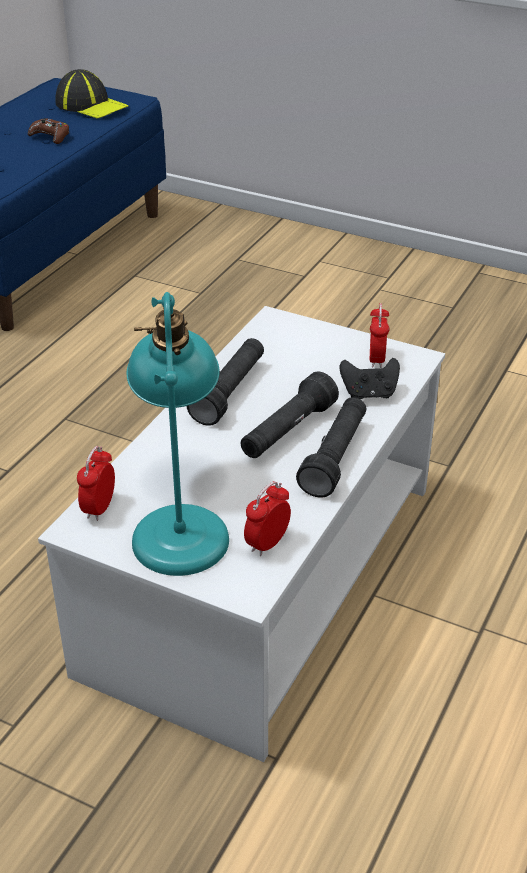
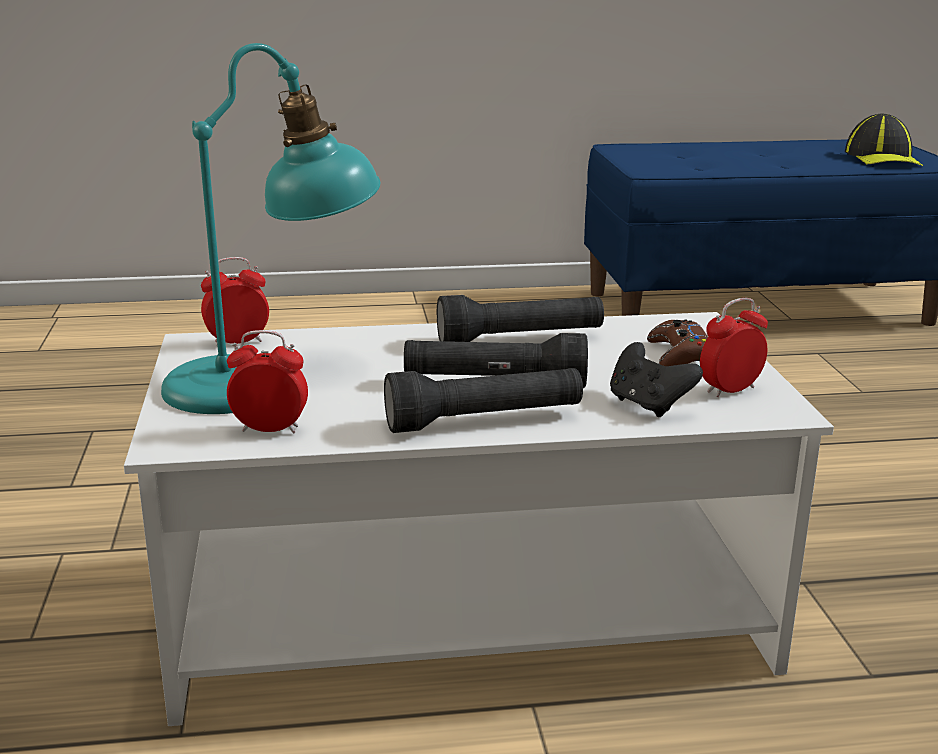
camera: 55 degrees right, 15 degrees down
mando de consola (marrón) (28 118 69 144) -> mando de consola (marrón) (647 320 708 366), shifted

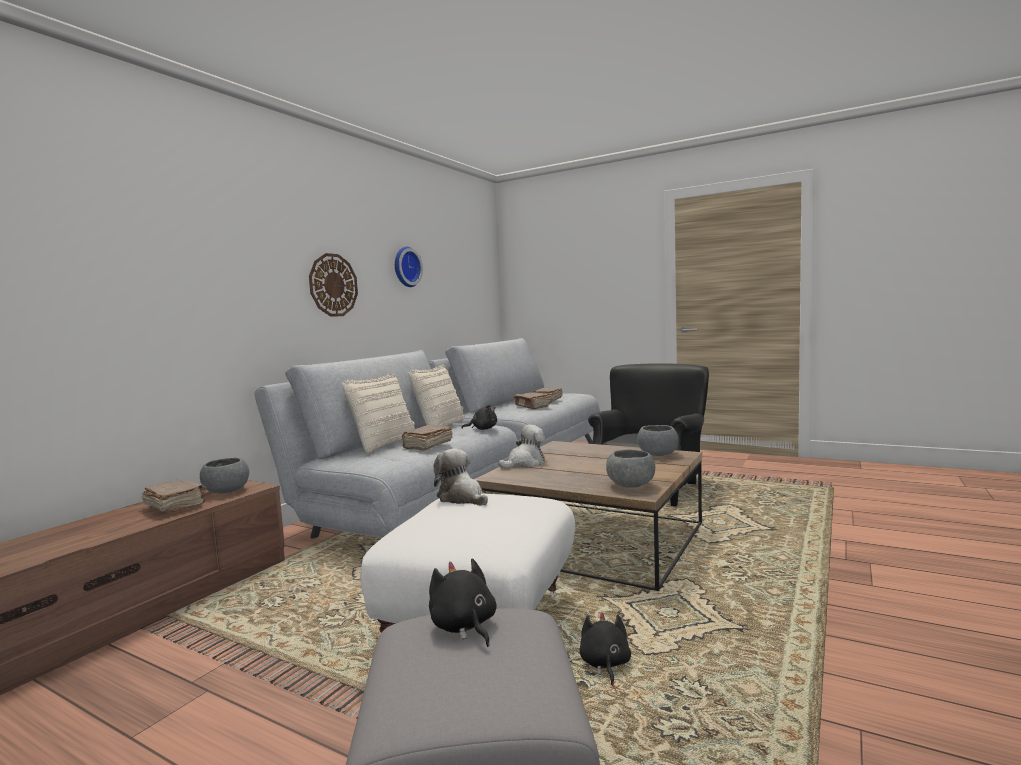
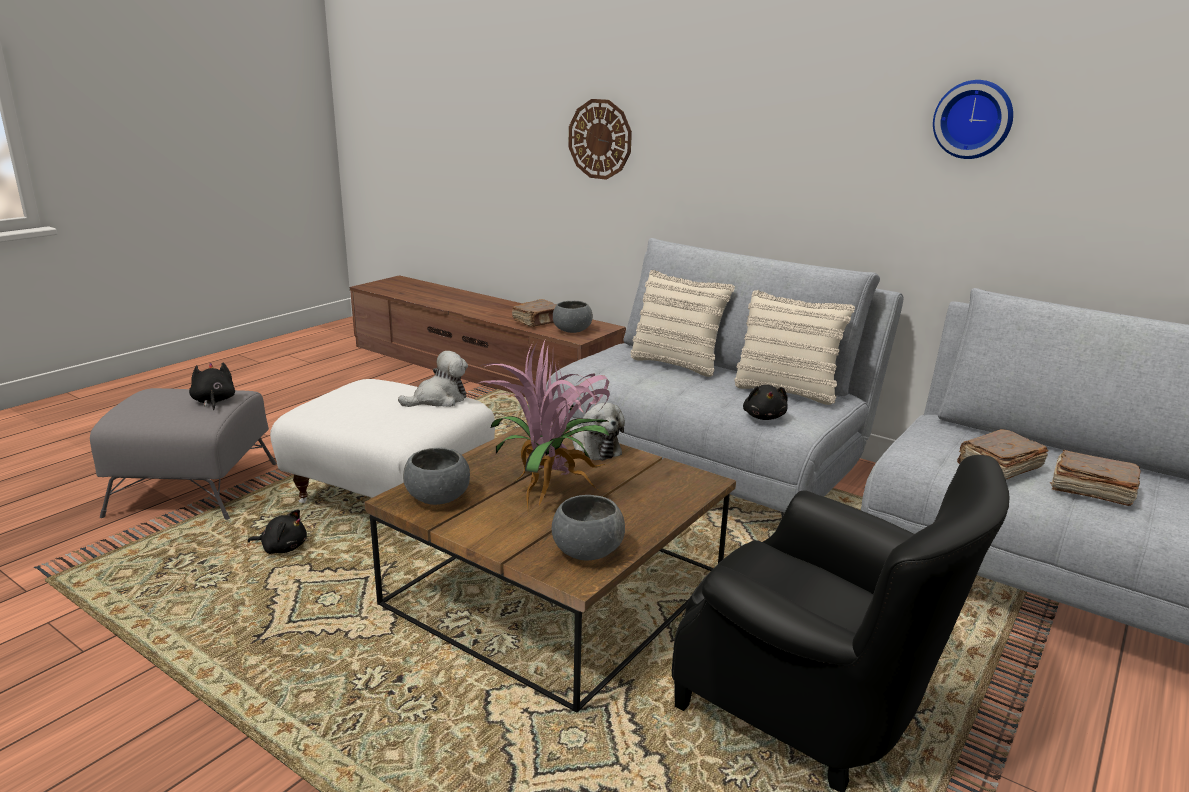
camera: 95 degrees right, 15 degrees up
peluche (negro) (429 558 496 647) -> peluche (negro) (189 363 235 410), 90 degrees counterclockwise
none -> planta en maceta (479 338 610 509)
reloj de pared (309 253 358 317) -> reloj de pared (569 99 632 180), shifted
libro (marrón) (402 425 452 451) -> none

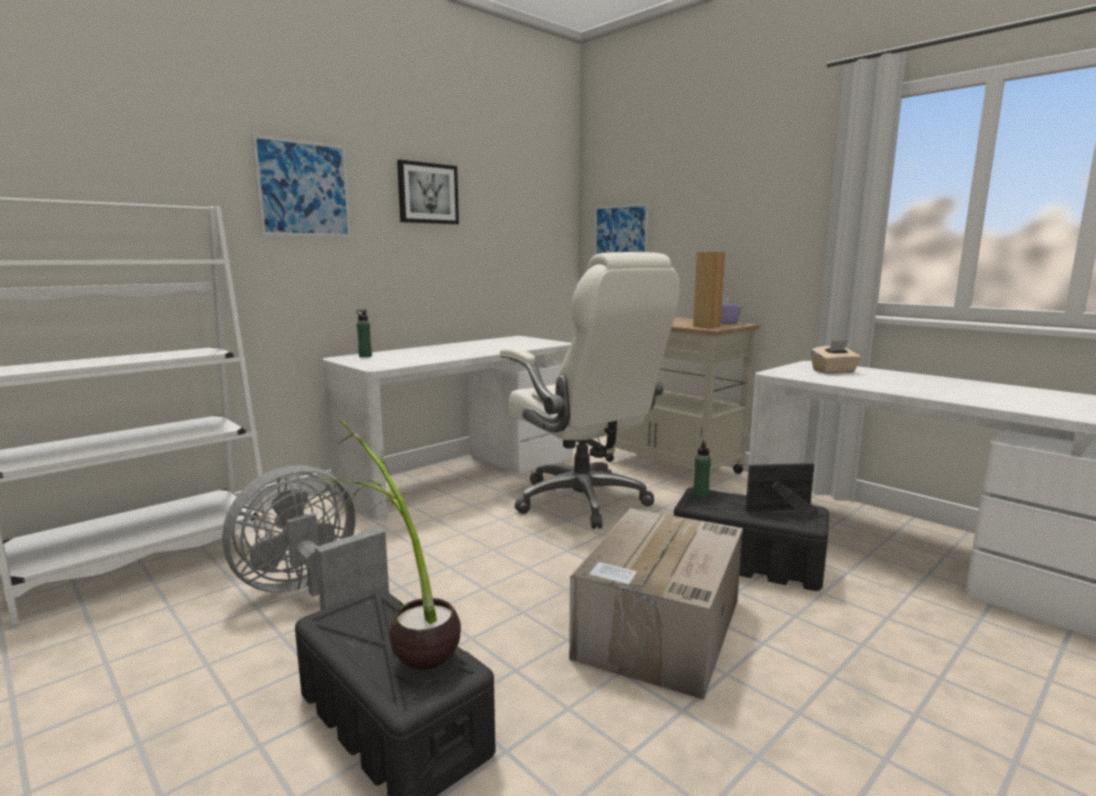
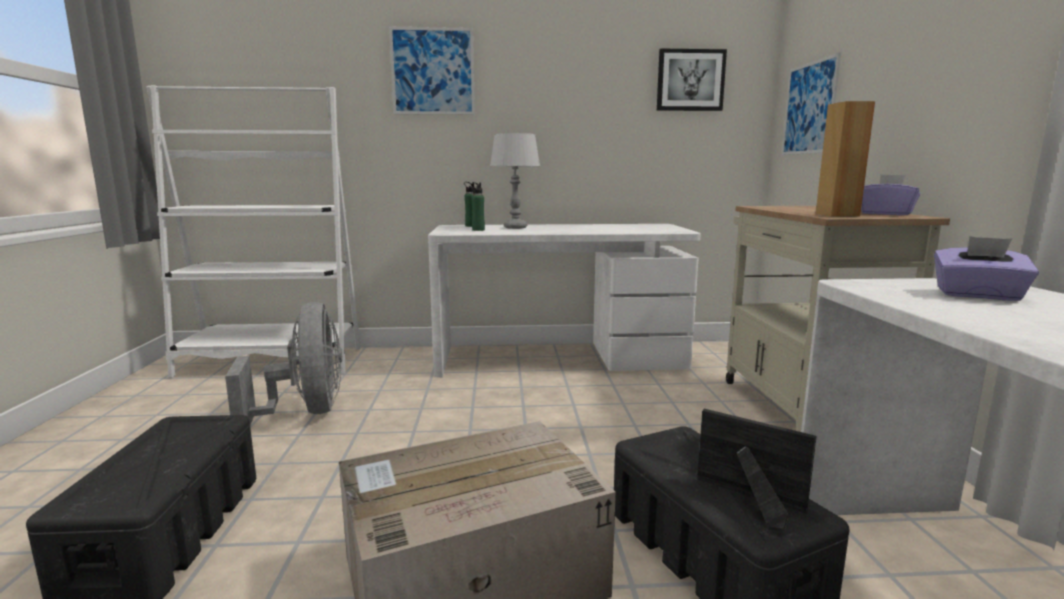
camera: 40 degrees right, 0 degrees up
ventilador (gris) (222 465 389 610) -> ventilador (gris) (225 302 342 425), 75 degrees clockwise
botella (verde) (693 440 711 499) -> botella (verde) (471 182 485 231), shifted
none -> lámpara de mesa (gris) (490 133 540 229)
cuadro (397 160 459 224) -> cuadro (657 49 727 111), shifted
caja de pañuelos (beis) (810 341 861 374) -> caja de pañuelos (morado) (934 236 1039 301)
planta en maceta (322 418 461 685) -> none
silla de oficina (blanco) (500 252 679 529) -> none

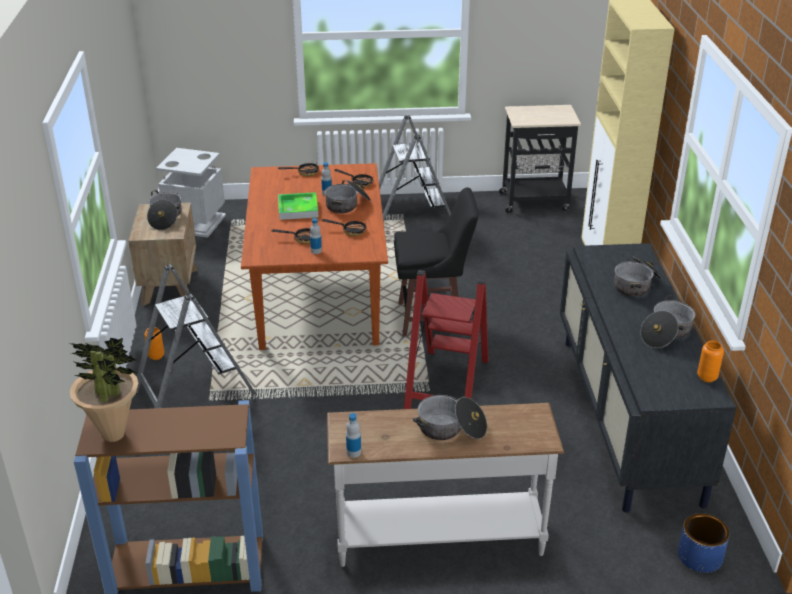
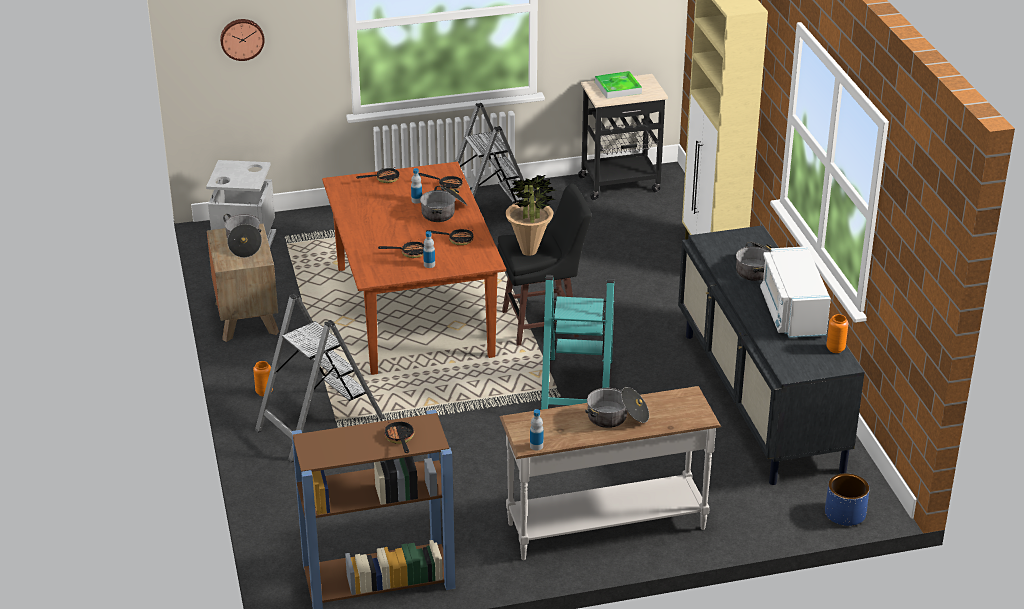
camera: 10 degrees left, 0 degrees up
none -> reloj de pared (220 19 265 61)
none -> sartén (385 421 414 453)
planta en maceta (70 338 139 442) -> planta en maceta (505 175 555 256), shifted
escalera de tijera (rojo) (404 270 489 409) -> escalera de tijera (turquesa) (541 275 615 410)
bandeja (278 192 318 220) -> bandeja (595 71 642 99), shifted
olla (640 296 696 348) -> microondas (blanco) (760 246 831 338)

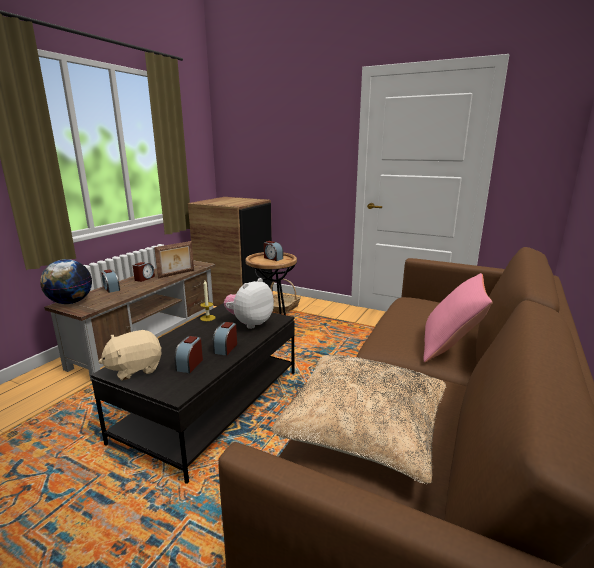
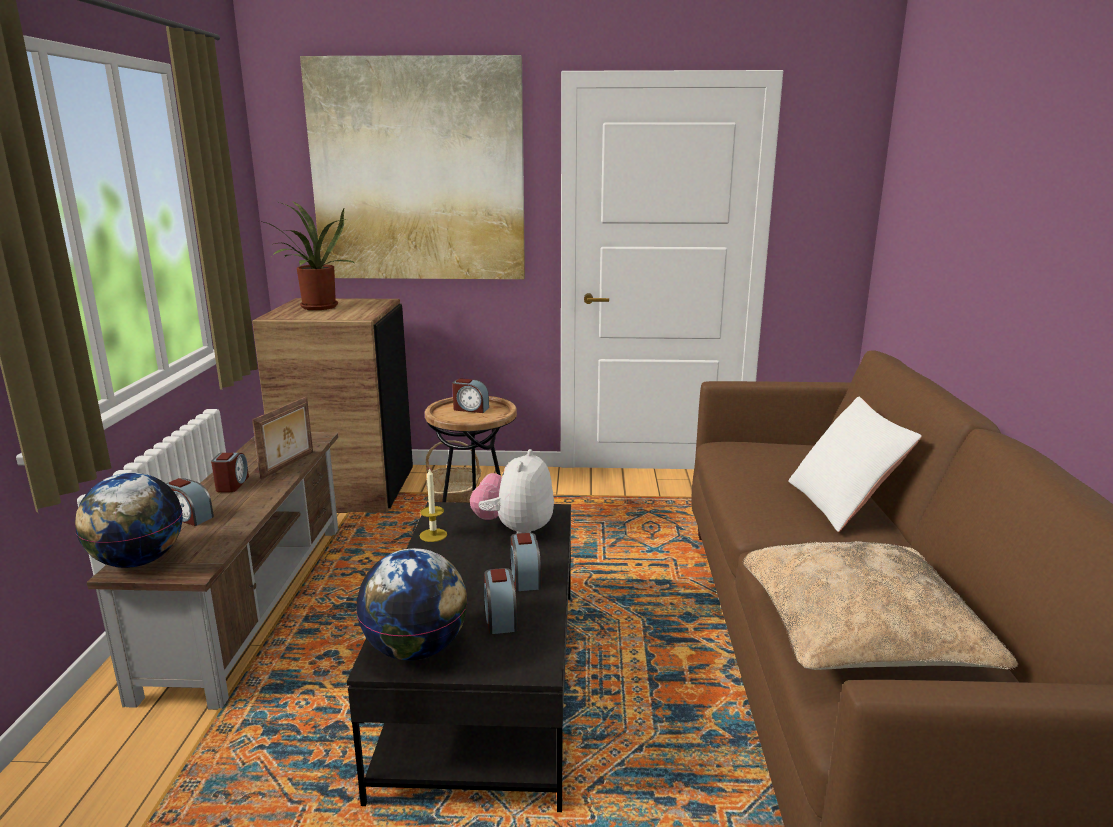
camera: 25 degrees left, 0 degrees up
none -> planta en maceta (259 200 356 310)
none -> cuadro (300 55 525 279)
peluche (beis) (99 330 162 381) -> globo terráqueo (356 548 468 661)
cojín (rosa) (423 273 493 362) -> cojín (blanco) (789 396 922 532)

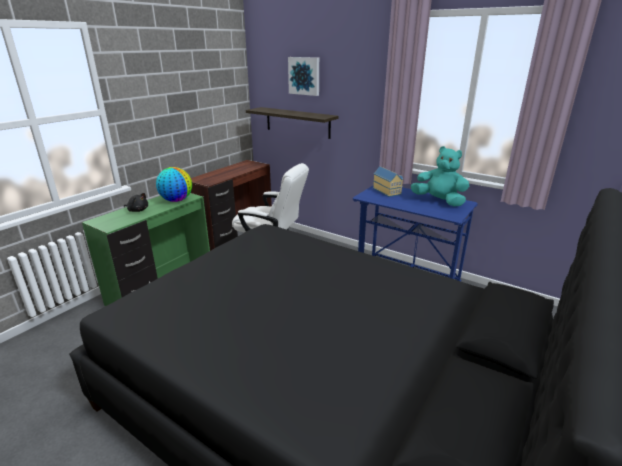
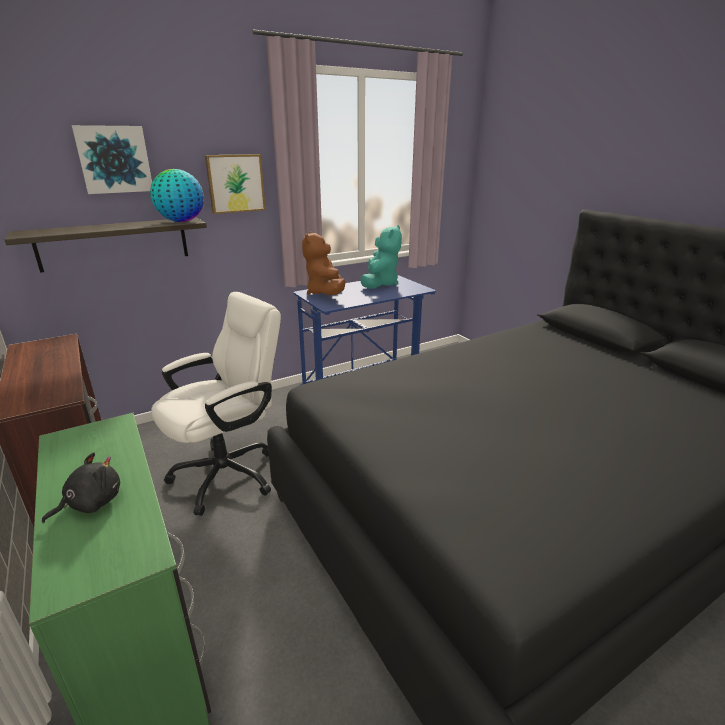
camera: 65 degrees left, 0 degrees up
globo terráqueo (156 167 192 202) -> globo terráqueo (150 169 204 222), shifted
none -> cuadro (205 154 266 214)
casita (373 166 403 197) -> peluche (marrón) (302 231 345 295)
peluche (turquesa) (411 146 469 206) -> peluche (turquesa) (360 225 402 289), 135 degrees clockwise

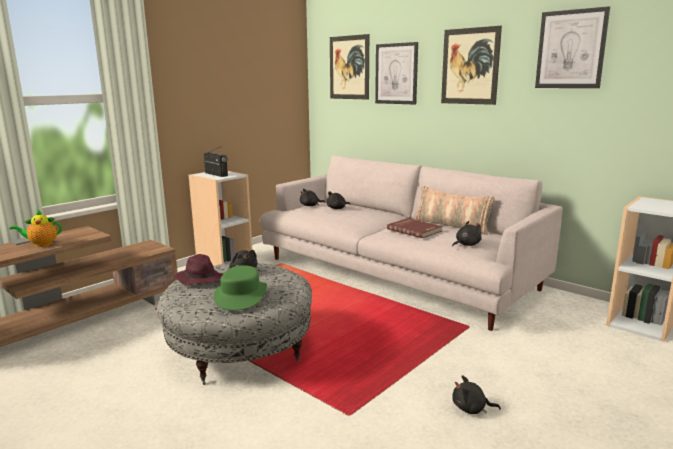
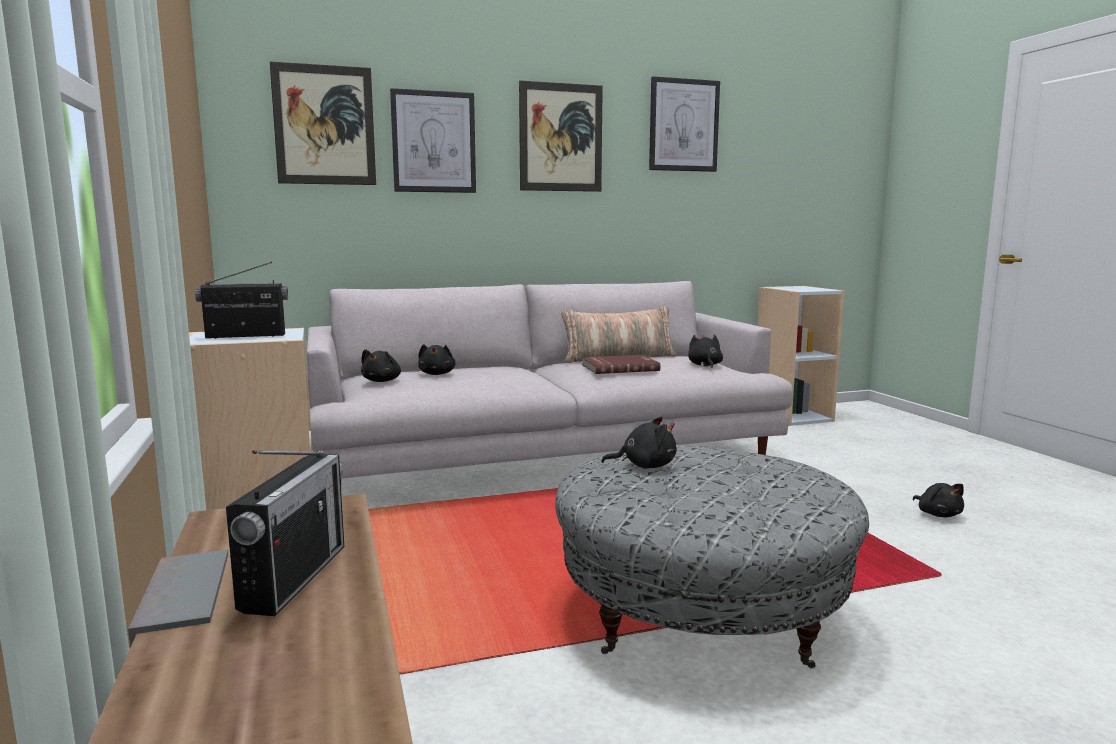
camera: 60 degrees left, 5 degrees down
tetera (10 209 62 247) -> radio (226 450 344 616)
peluche (negro) (452 375 501 414) -> peluche (negro) (913 483 964 517), 60 degrees counterclockwise
sombrero (morado) (175 254 223 285) -> none
sombrero (verde) (214 265 267 311) -> none

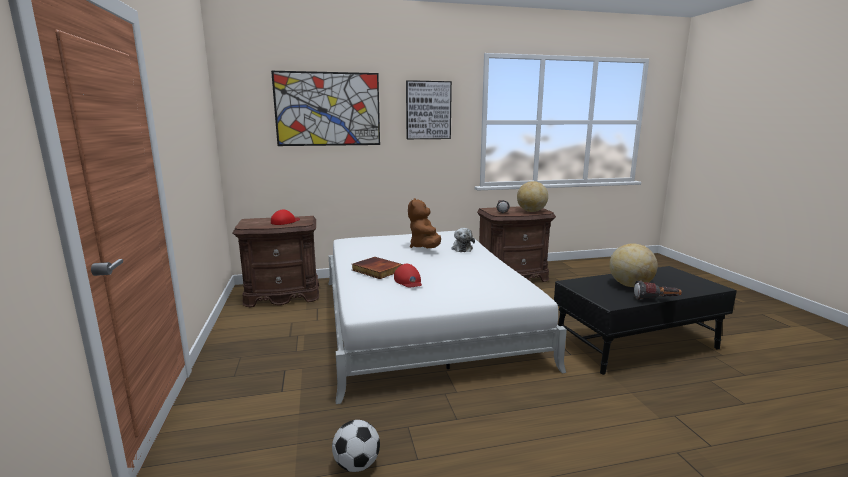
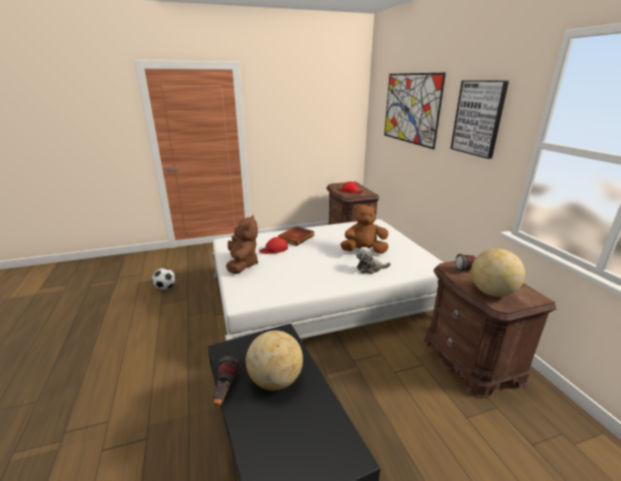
camera: 85 degrees right, 10 degrees up
none -> peluche (marrón) (226 215 258 274)

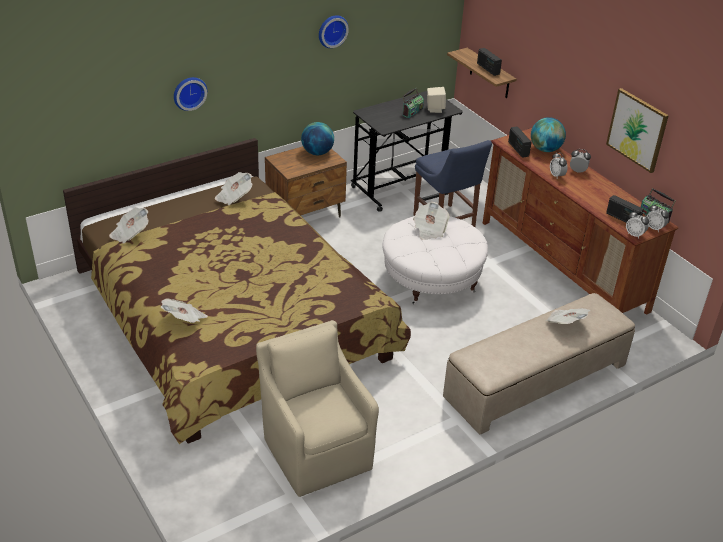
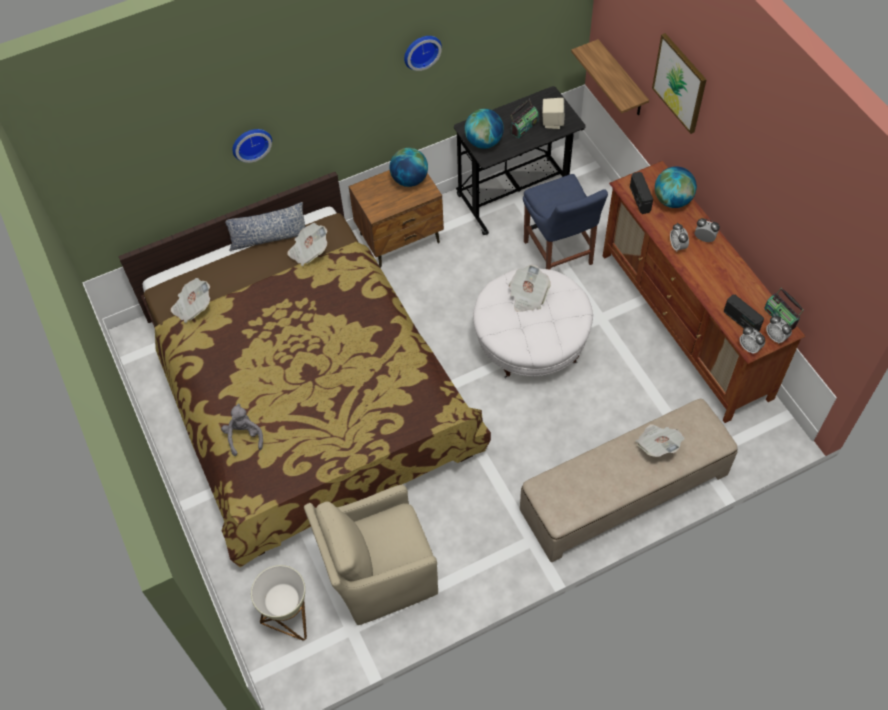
camera: 10 degrees right, 20 degrees up
periódico (161 298 208 323) -> peluche (gris) (221 404 263 456)
none -> cojín (225 202 306 251)
none -> maceta (251 565 307 641)
sillón (beis) (256 320 379 497) -> sillón (beis) (304 485 438 625), 90 degrees counterclockwise
none -> globo terráqueo (465 109 504 149)
cuadro (606 88 669 173) -> cuadro (652 33 707 134), shifted
radio (477 48 502 76) -> none

